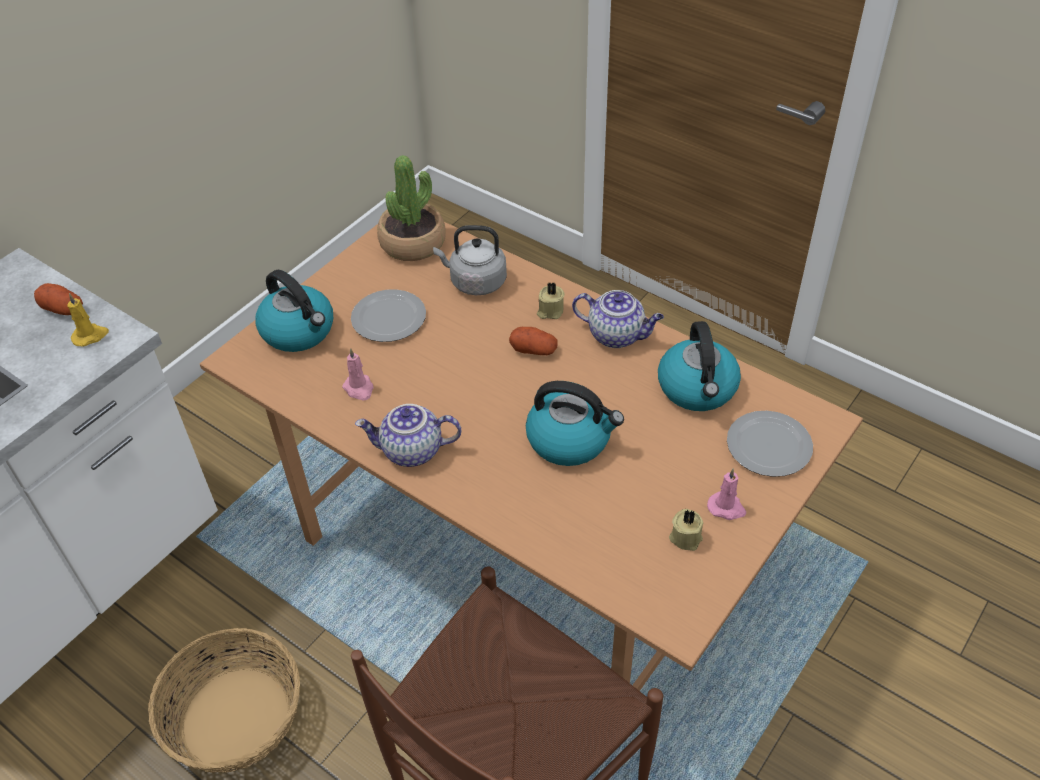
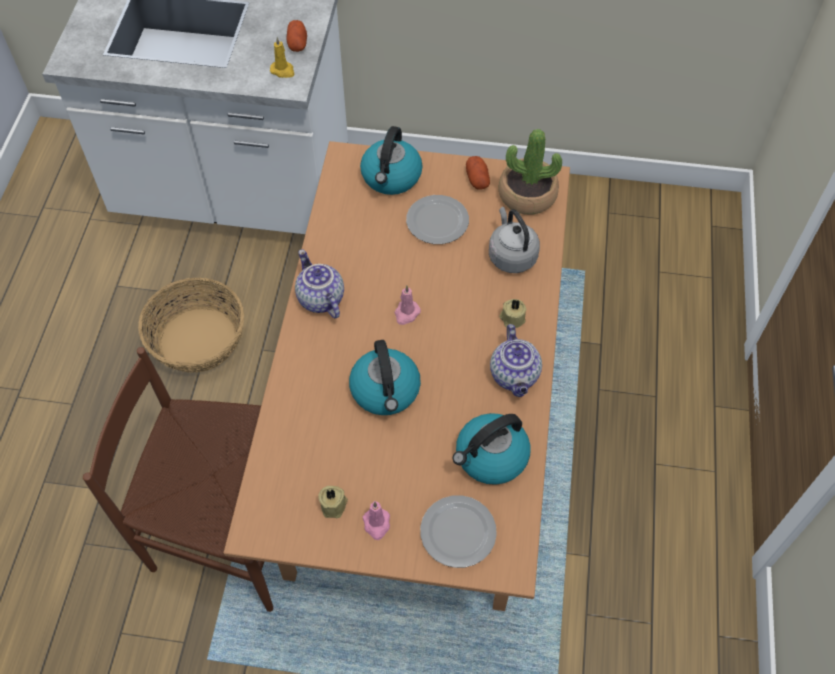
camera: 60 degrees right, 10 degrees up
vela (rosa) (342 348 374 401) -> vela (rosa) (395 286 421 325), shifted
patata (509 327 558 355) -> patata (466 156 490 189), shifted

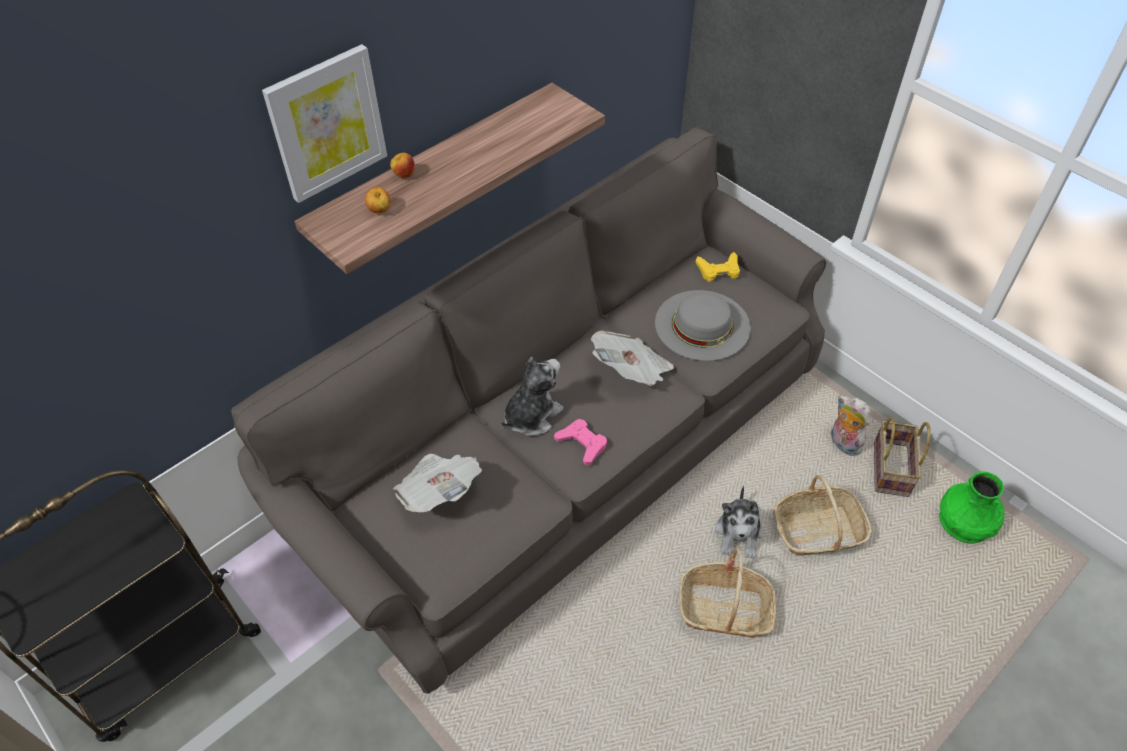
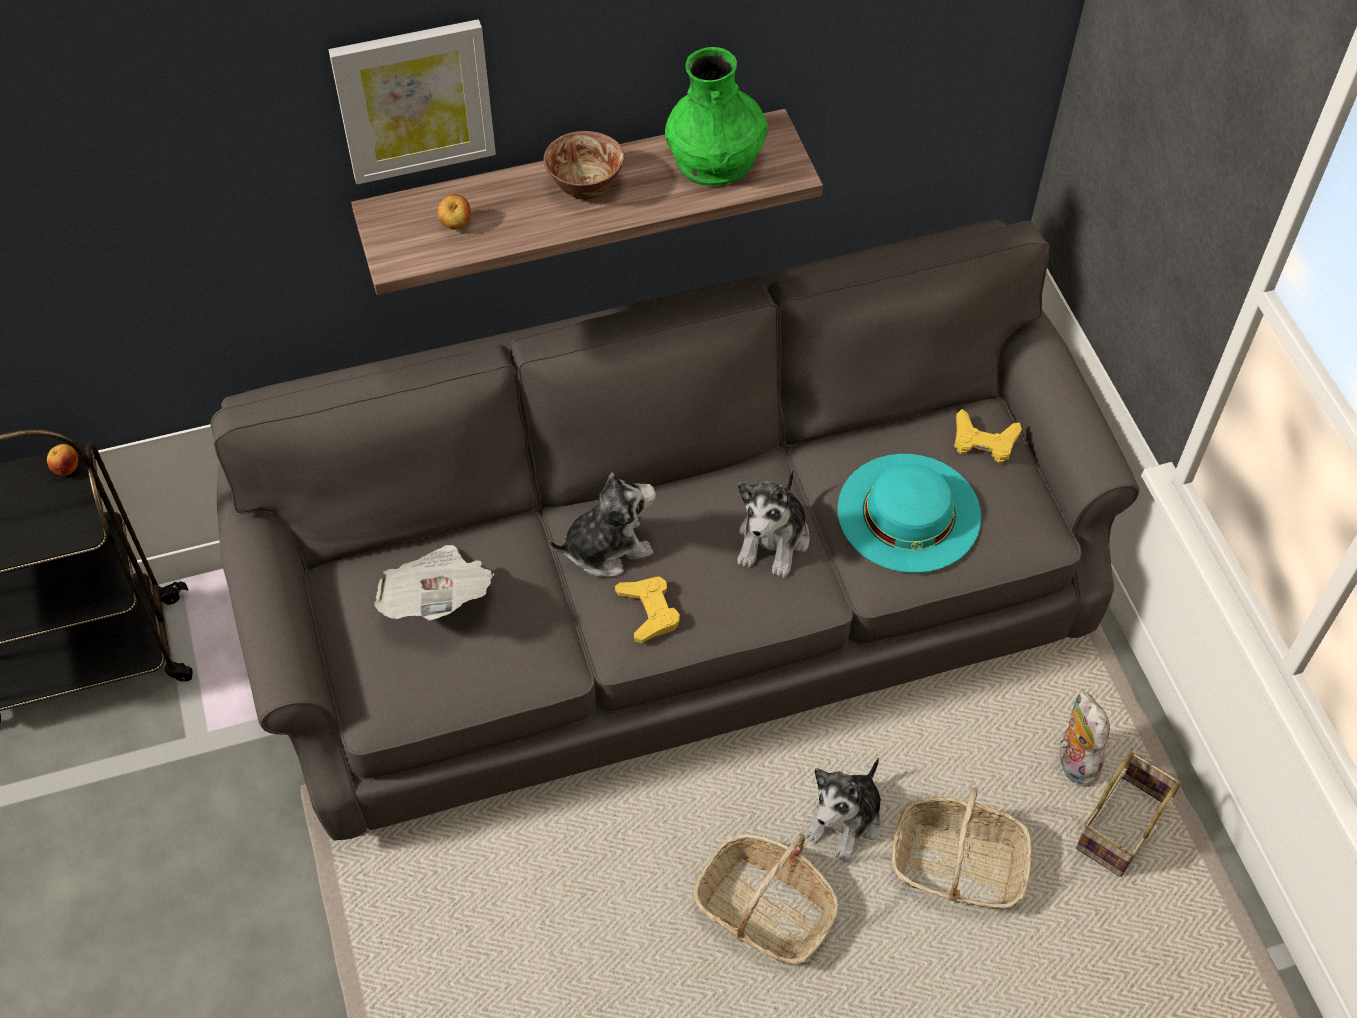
camera: 25 degrees right, 5 degrees up
manzana (390 153 415 178) -> manzana (47 444 78 476), shifted
none -> cuenco (544 131 625 200)
mando de consola (rosa) (554 419 607 465) -> mando de consola (amarillo) (615 576 680 643)
florero (verde) (939 471 1005 543) -> florero (verde) (665 47 768 186), shifted
periódico (591 330 674 386) -> peluche (737 469 809 578)
sombrero (gris) (655 290 751 361) -> sombrero (turquesa) (838 454 981 573)

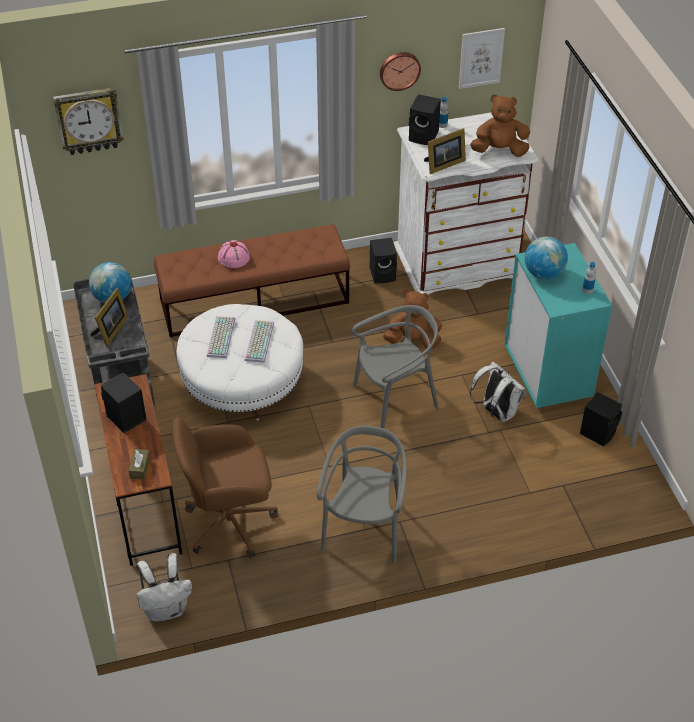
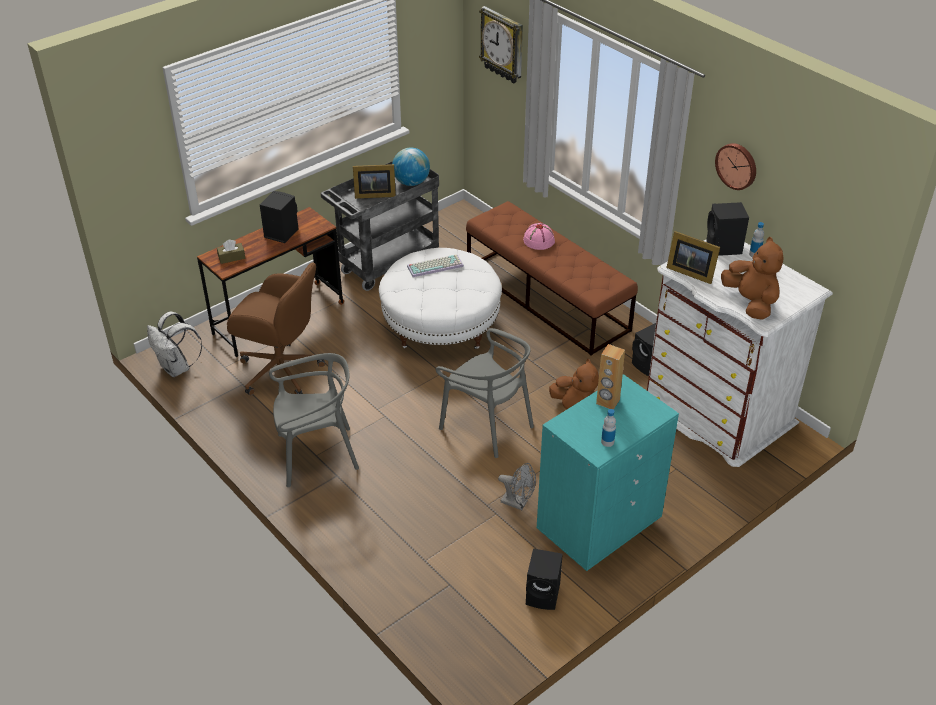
camera: 65 degrees right, 5 degrees down
silla de oficina (marrón) (173 417 278 558) -> silla de oficina (marrón) (227 262 325 395), 150 degrees clockwise
mochila (blanco) (470 361 526 422) -> ventilador (gris) (498 463 536 510)
globo terráqueo (525 237 568 279) -> altavoz (marrón) (596 344 625 410)
teclado (245 320 274 363) -> none
cuadro (459 28 505 89) -> none

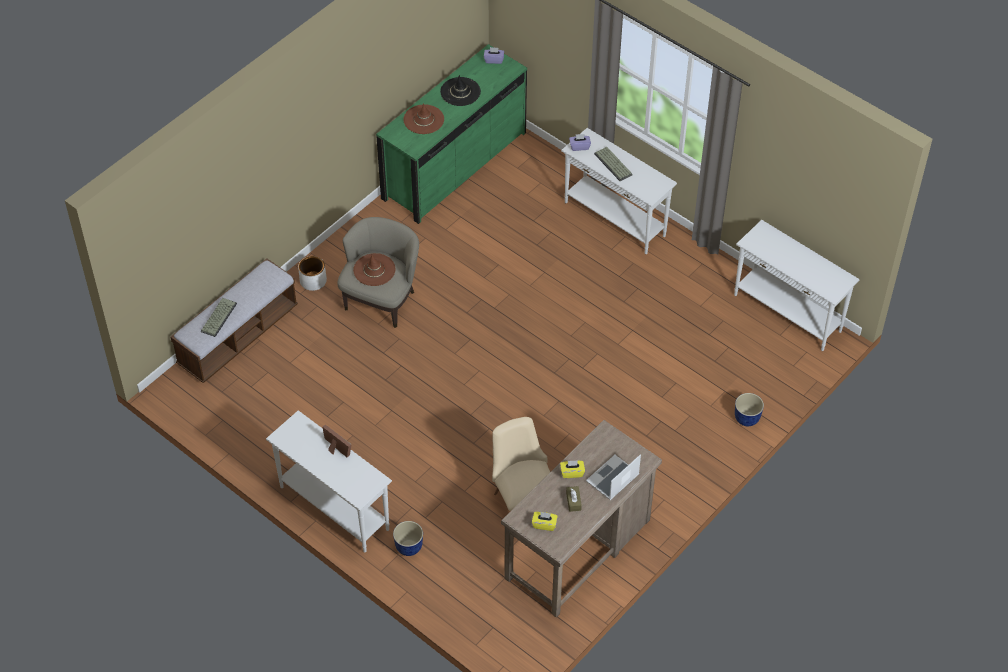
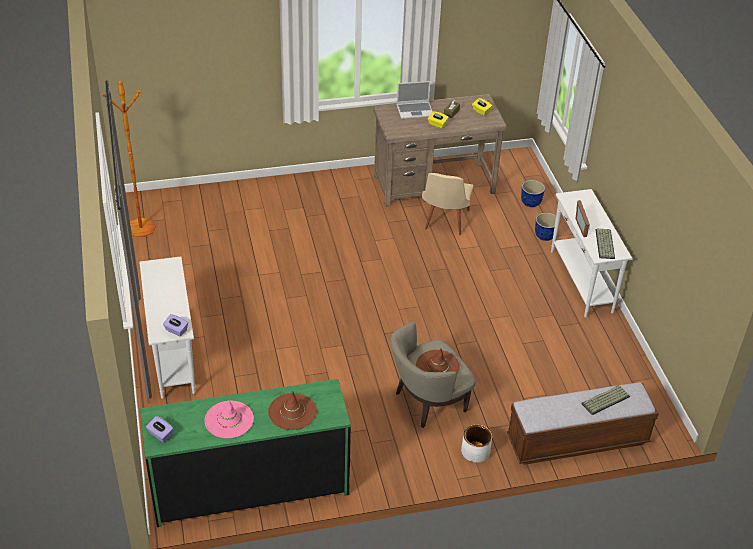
camera: 145 degrees left, 10 degrees down
mesa consola (blanco) (734 220 860 351) -> perchero (naranja) (102 80 156 237)
sombrero (negro) (440 75 481 106) -> sombrero (rosa) (204 400 254 438)
maceta (735 393 764 426) -> maceta (521 180 545 207), shifted
teclado (594 147 633 181) -> teclado (596 228 615 259), shifted

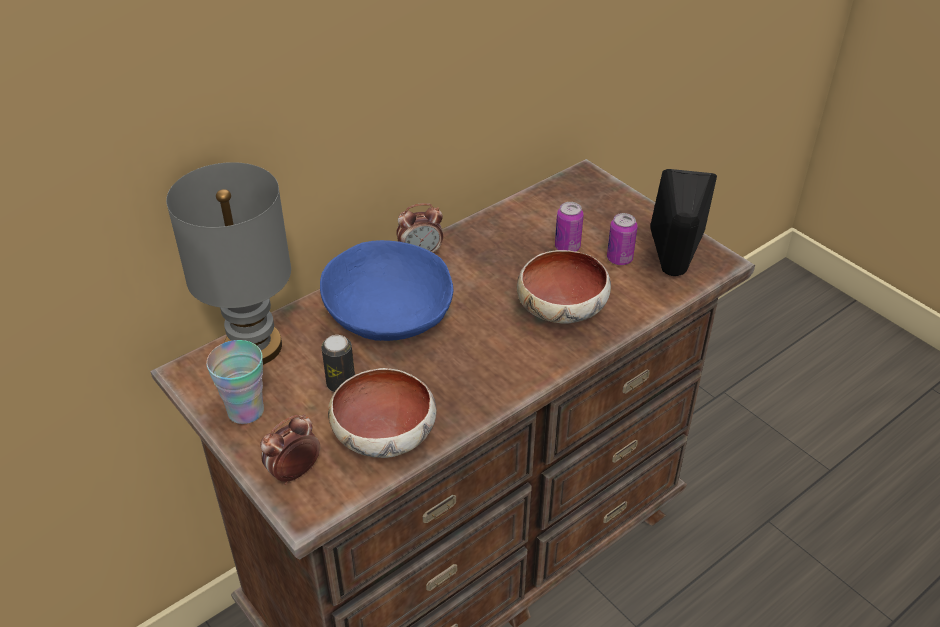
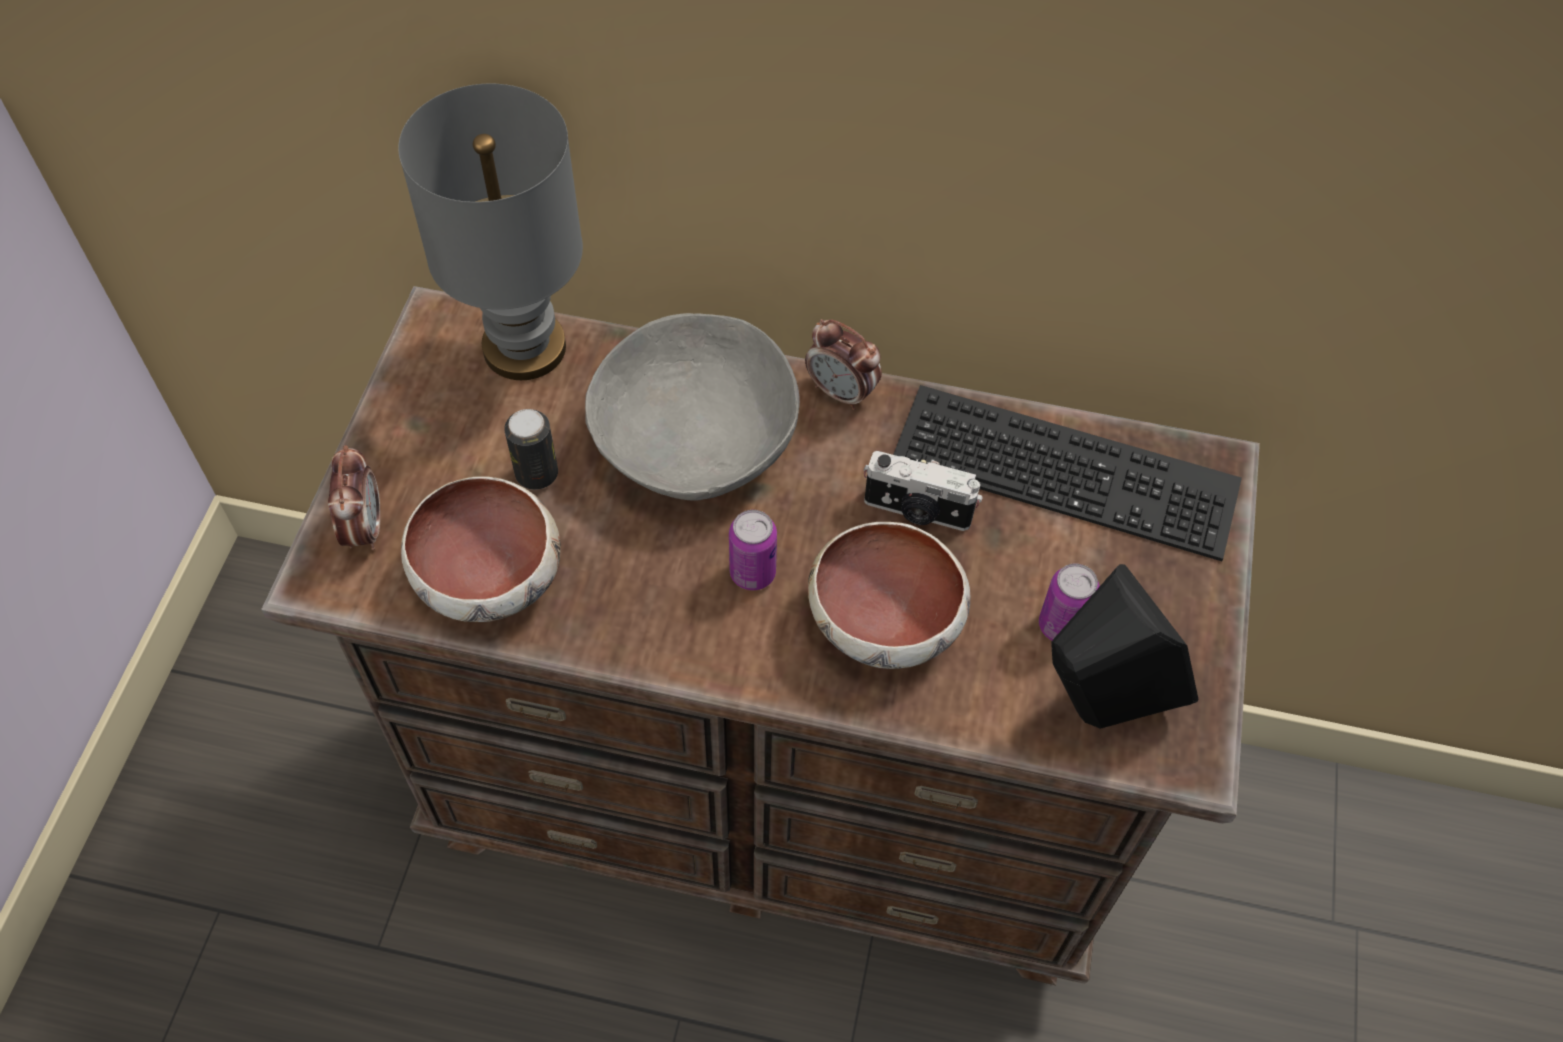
camera: 50 degrees right, 15 degrees up
despertador (260 414 320 485) -> despertador (328 445 381 550), 75 degrees clockwise
cuenco (azul) (320 240 453 341) -> cuenco (gris) (585 313 800 501)
lata (555 202 584 251) -> lata (729 510 777 590), shifted
none -> cámara (864 451 983 531)
none -> teclado (893 385 1242 561)
taza (206 340 264 424) -> none

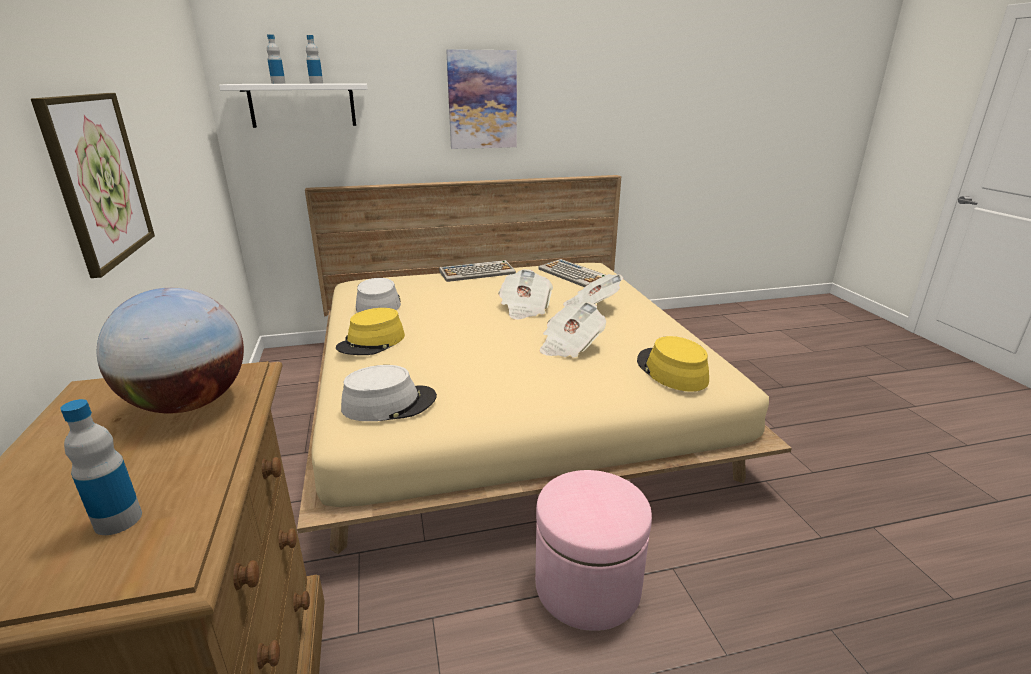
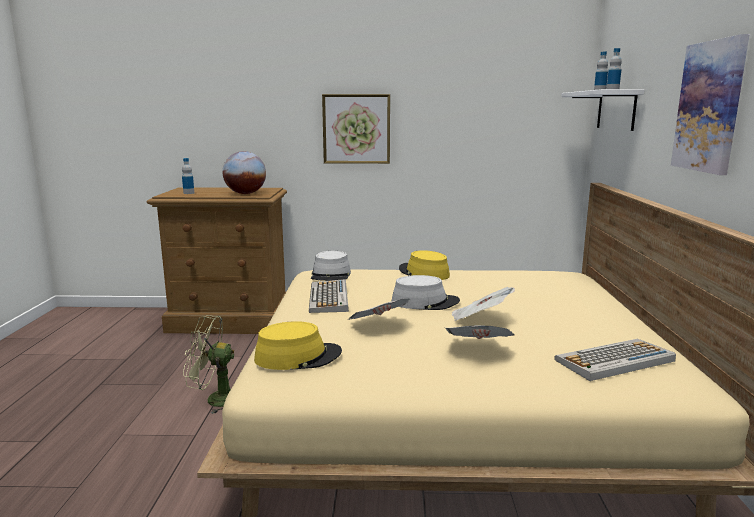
camera: 105 degrees right, 10 degrees down
puf (rosa) (535 470 652 631) -> ventilador (verde) (183 315 234 414)
teclado (439 260 516 282) -> teclado (309 279 349 313), shifted
sombrero (gris) (356 278 401 312) -> sombrero (gris) (392 275 460 310), shifted

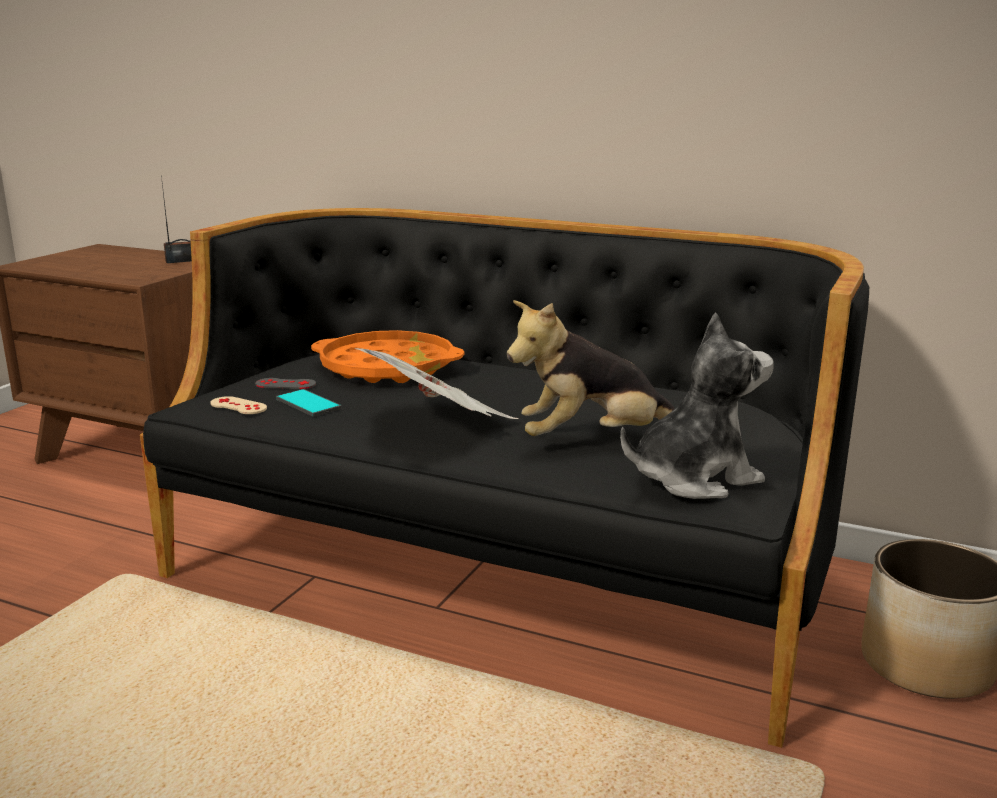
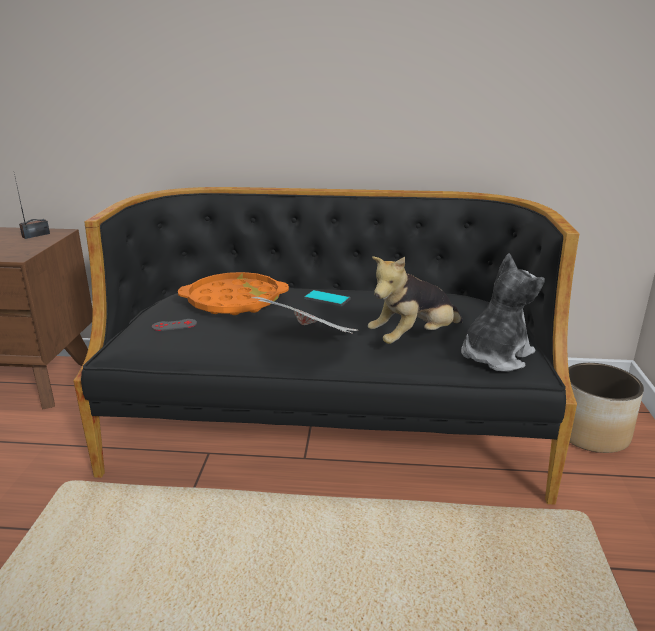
camera: 20 degrees left, 5 degrees up
móvil (276 389 342 417) -> móvil (304 290 351 306), shifted
mando de consola (beis) (210 396 267 414) -> none

